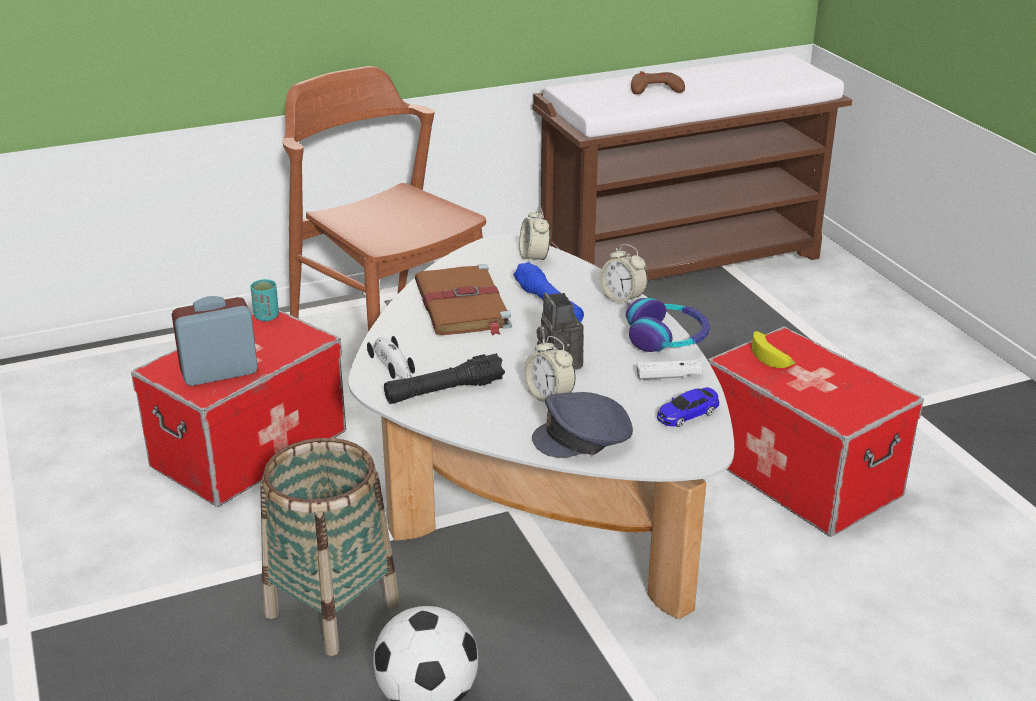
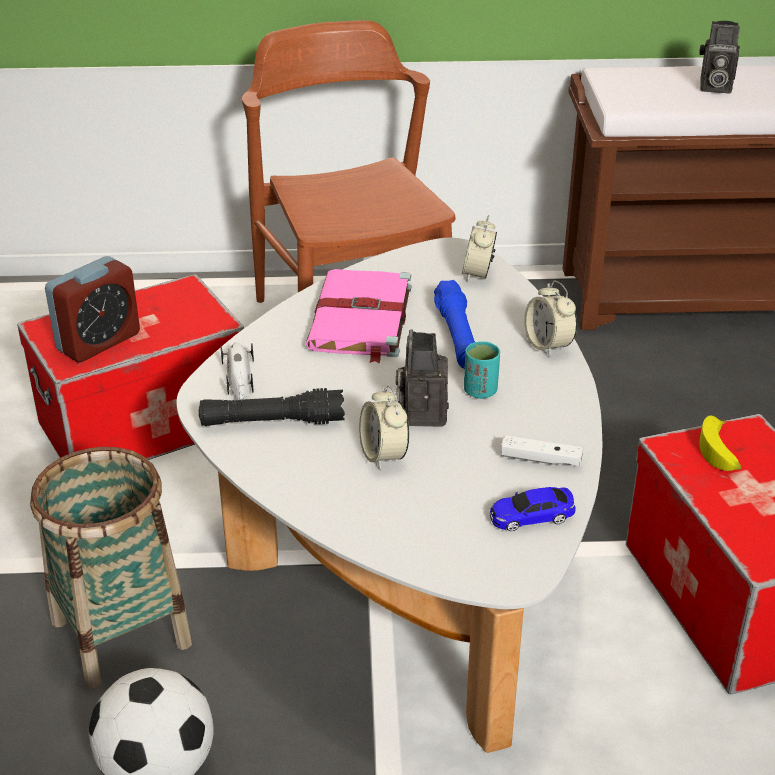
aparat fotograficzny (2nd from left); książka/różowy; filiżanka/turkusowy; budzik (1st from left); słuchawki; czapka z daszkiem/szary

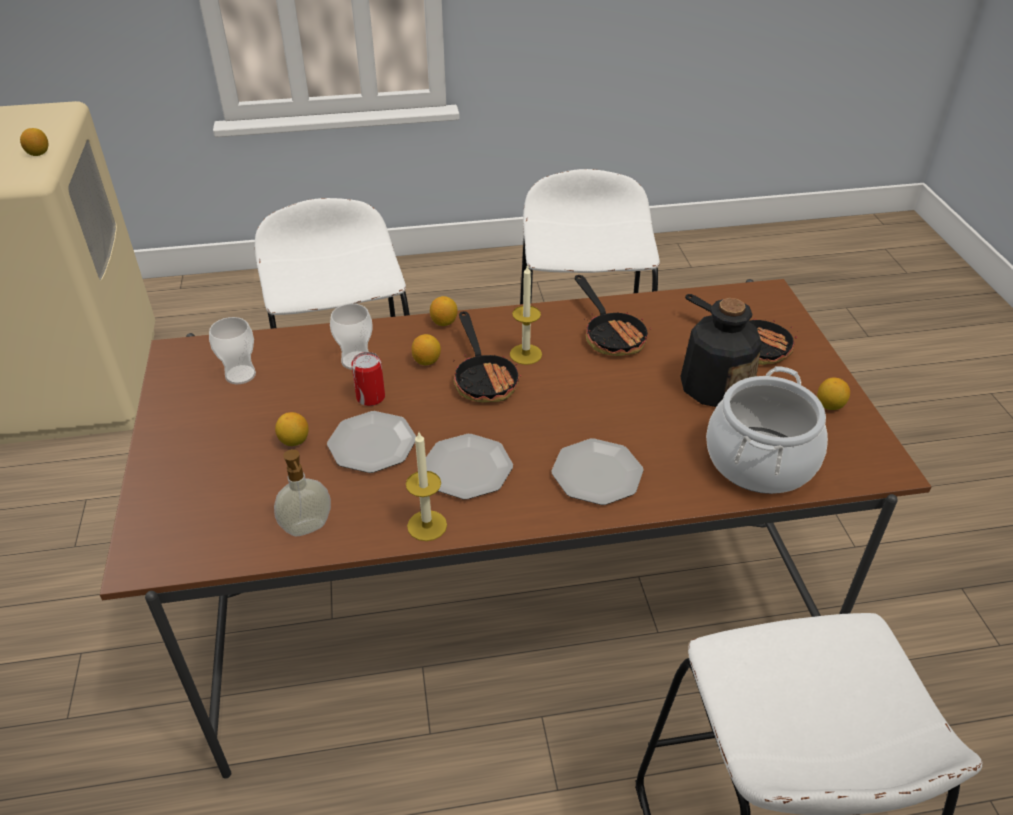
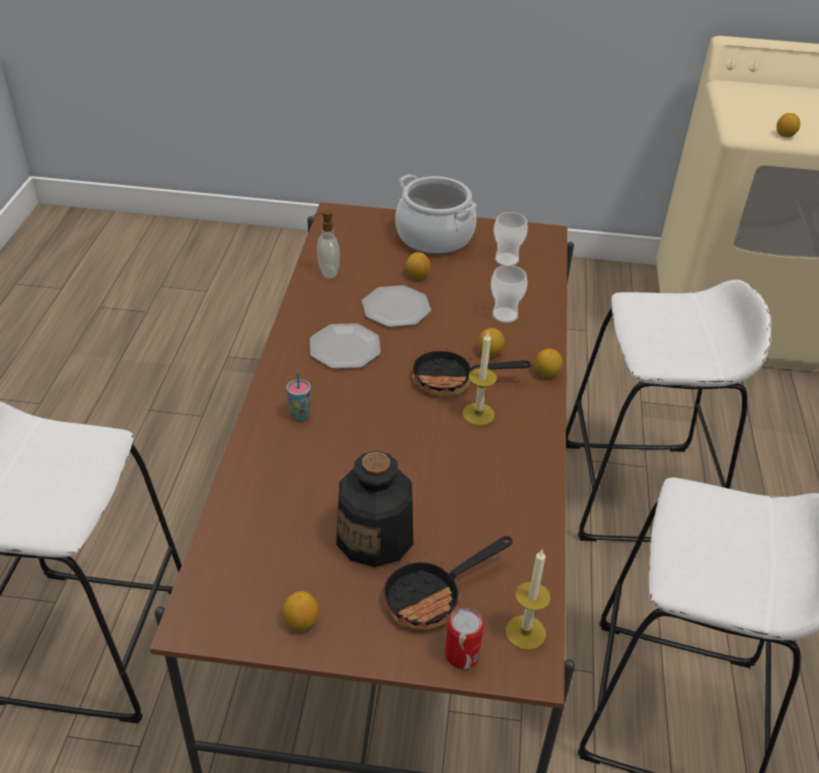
patelnia (2nd from left in the first image); puszka; garnek; świeca (2nd from left); filiżanka (1st from left)

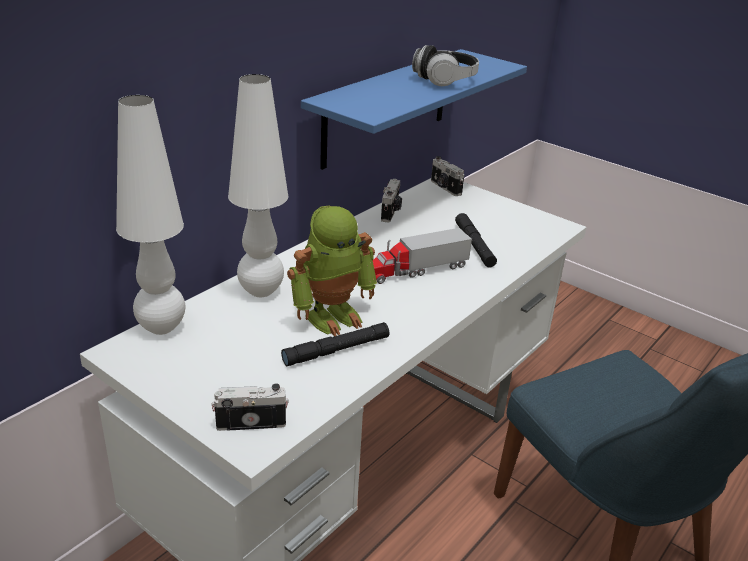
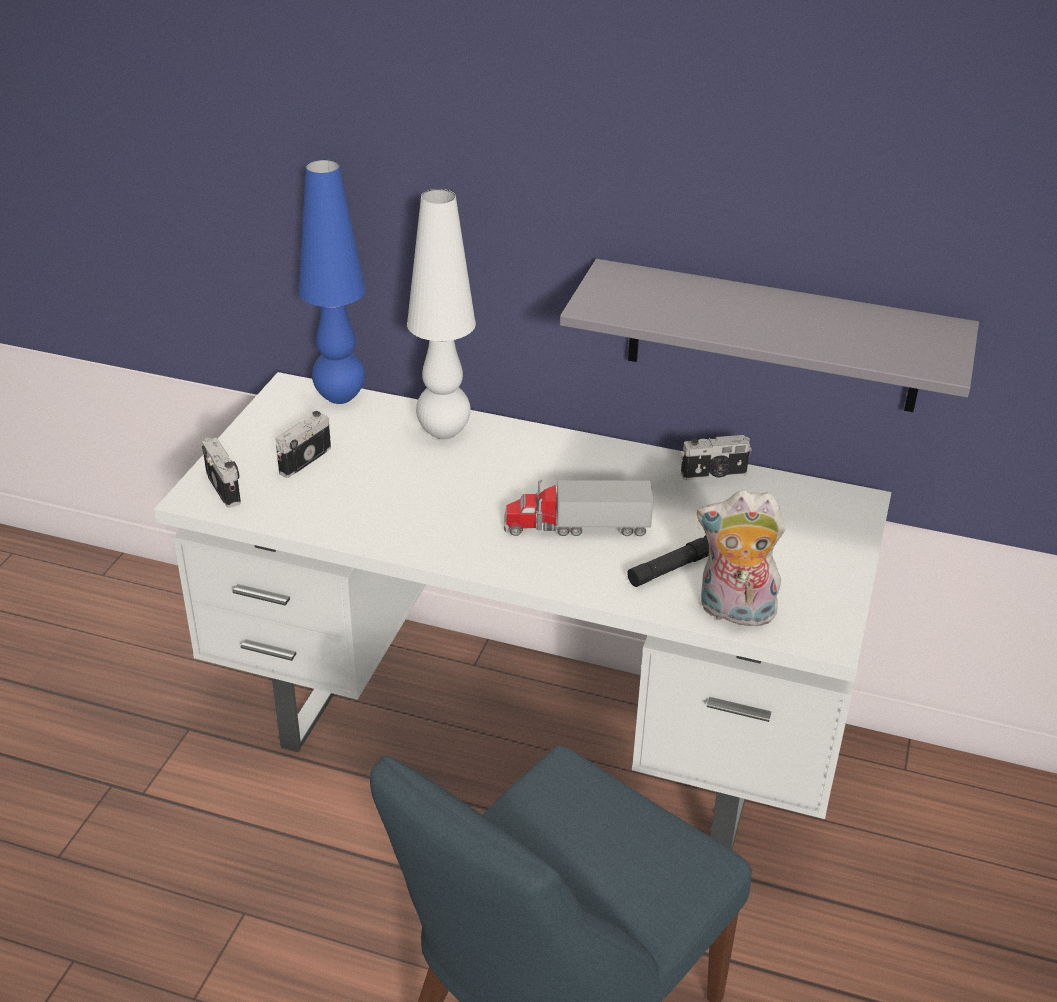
słuchawki; półka/szary; lampa stołowa/niebieski; aparat fotograficzny (2nd from left); robot zabawkowy; ciężarówka zabawkowa; latarka/czarny (1st from left in the first image); pluszak

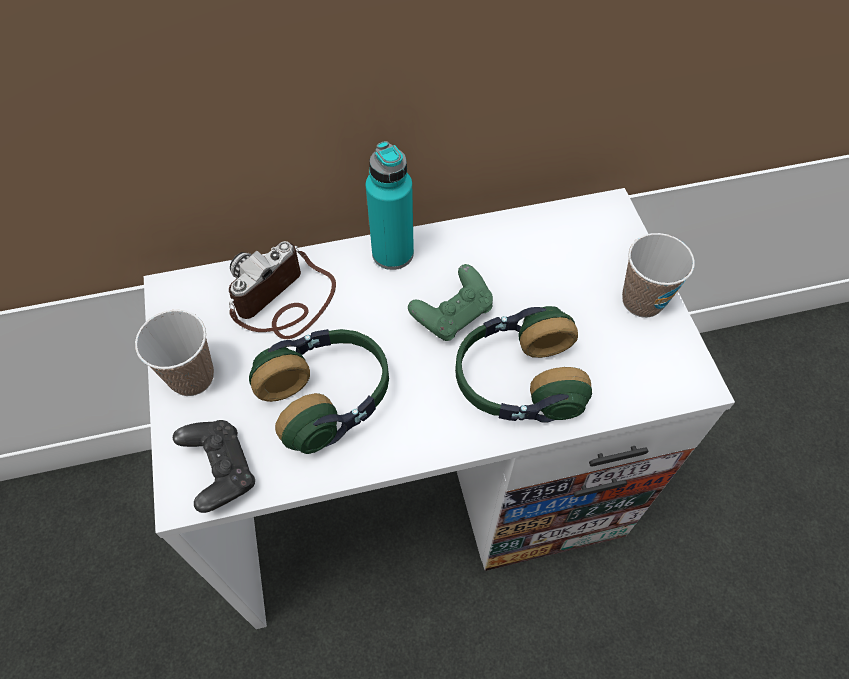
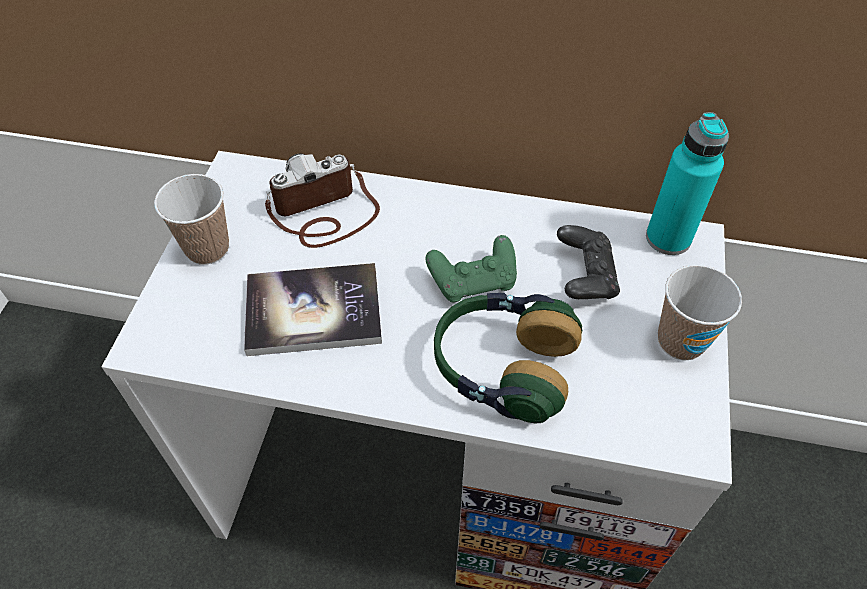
butelka/turkusowy; książka; pad do gier/czarny

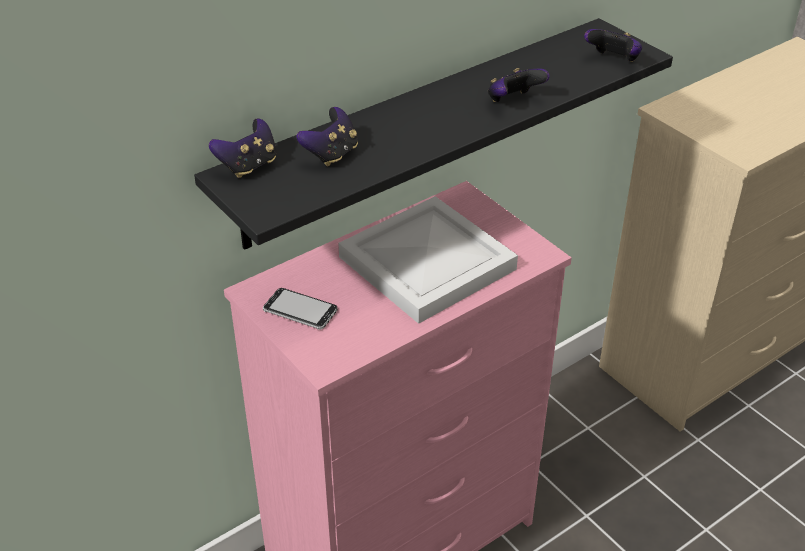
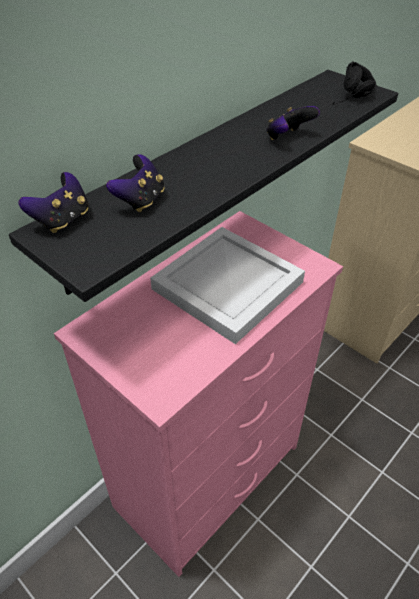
słuchawki/czarny; telefon

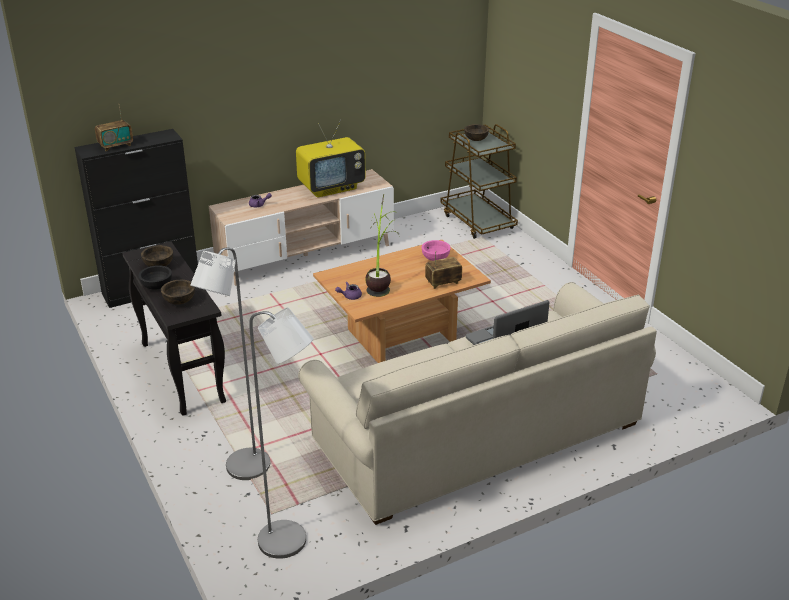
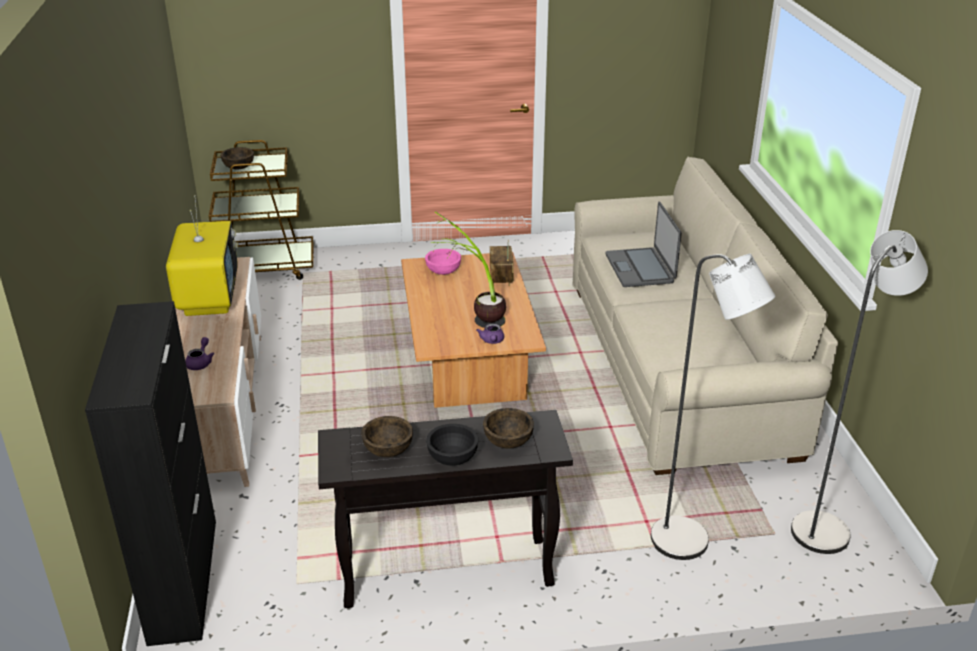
radio (1st from left in the first image)

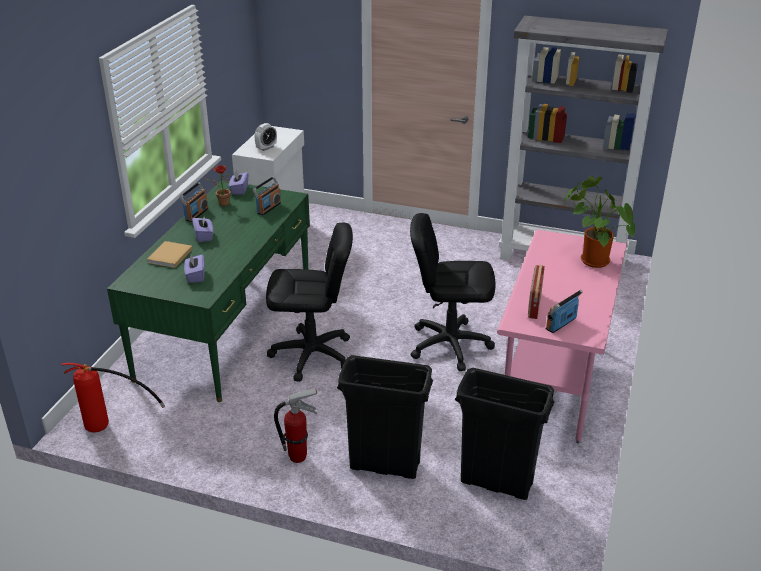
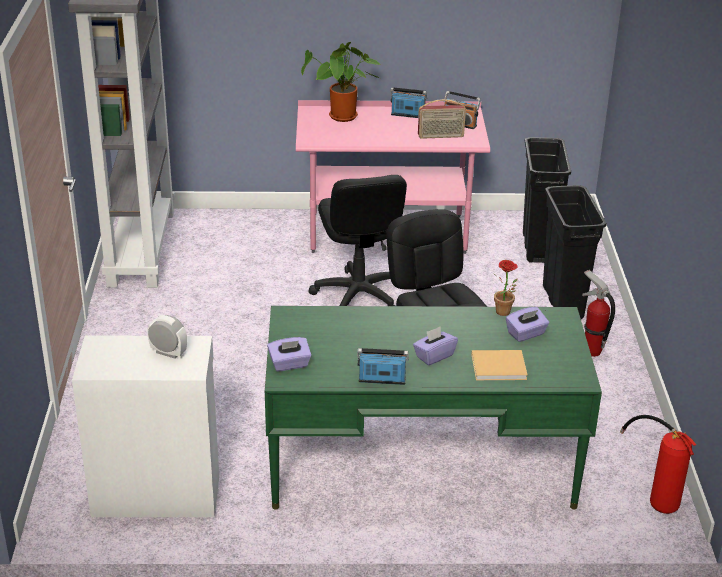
roślina doniczkowa (2nd from left); radio (2nd from left)

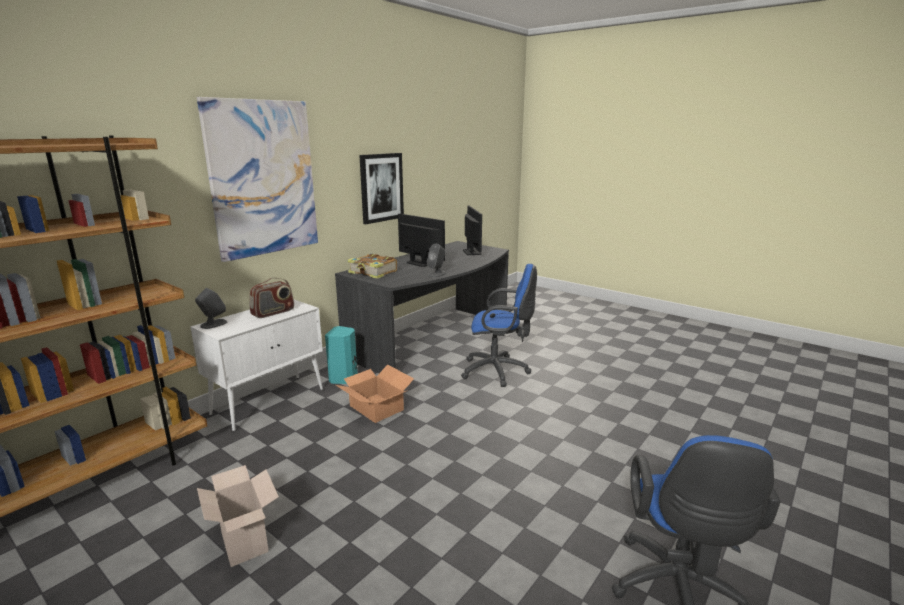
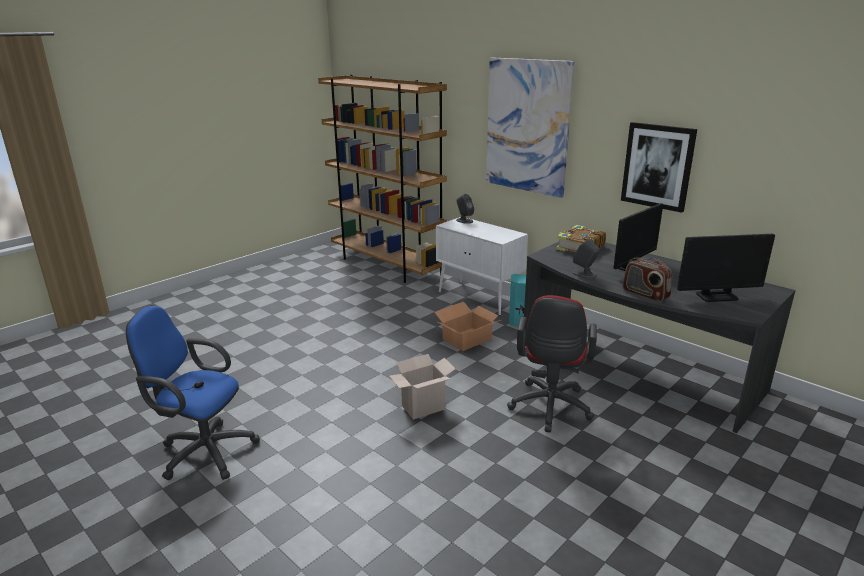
krzesło biurowe/czerwony; radio; karton (1st from left)

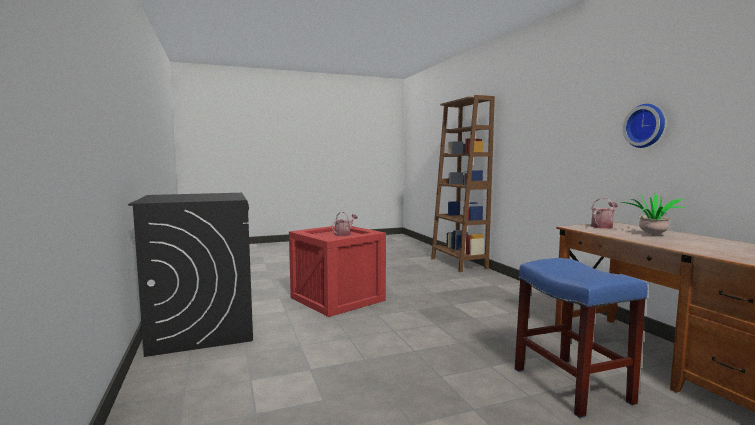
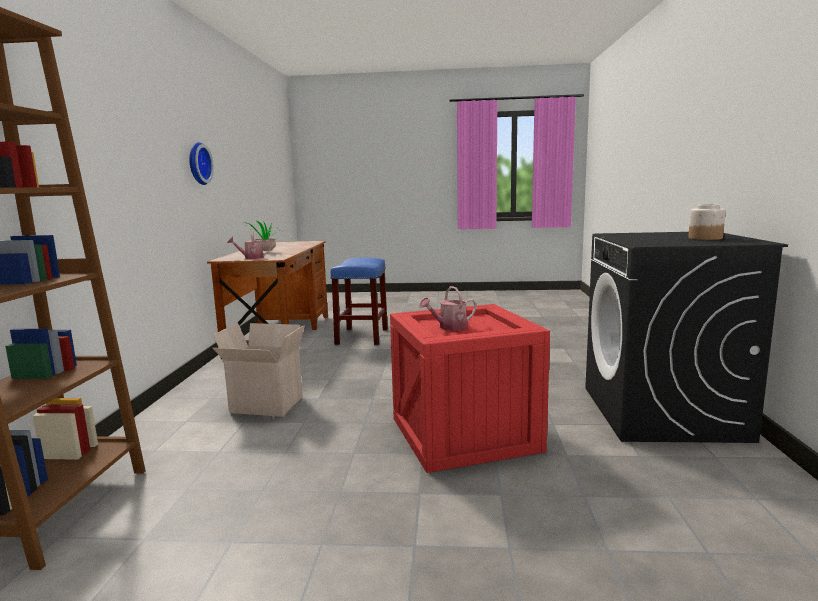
słoik; karton

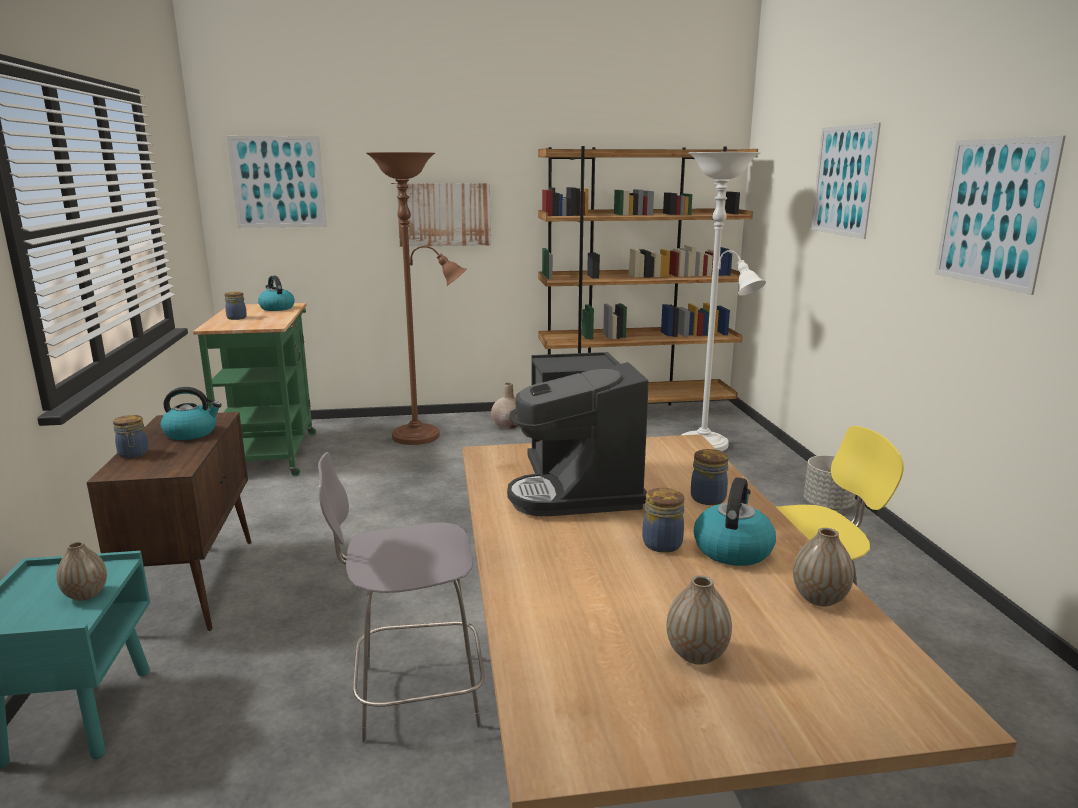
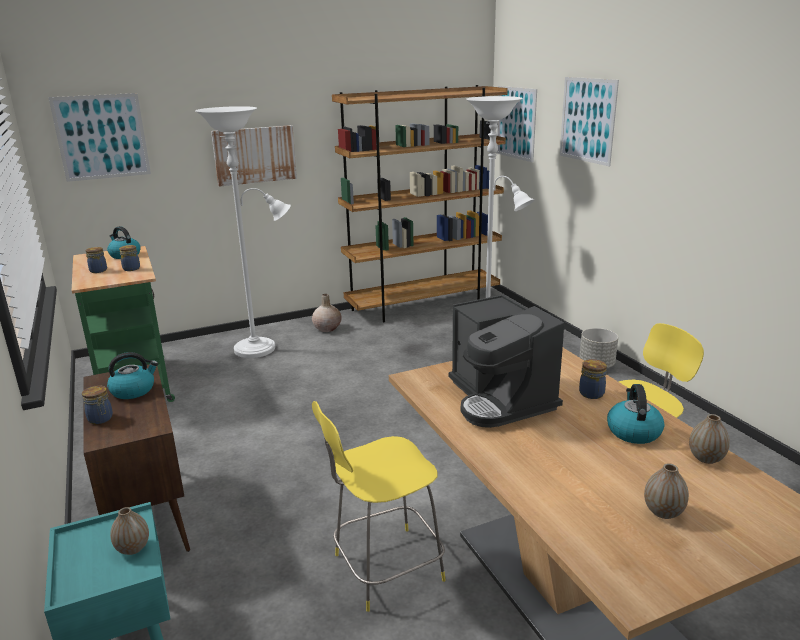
obraz (3rd from left); lampa stojąca/biały (1st from left); krzesło/żółty (1st from left); słoik (3rd from left)

